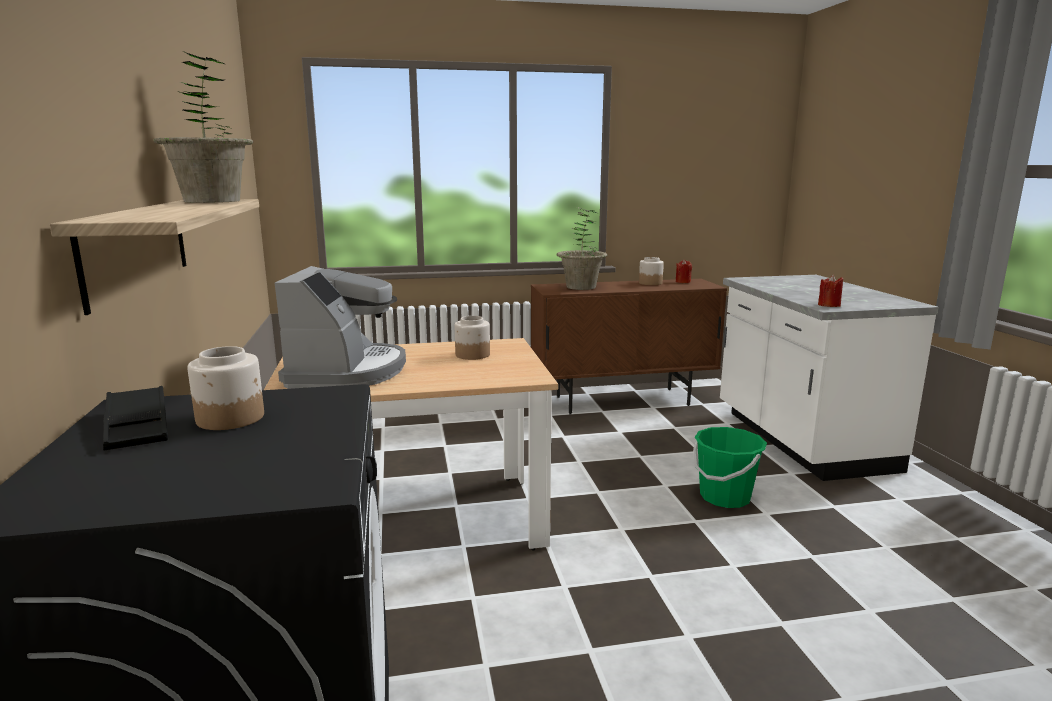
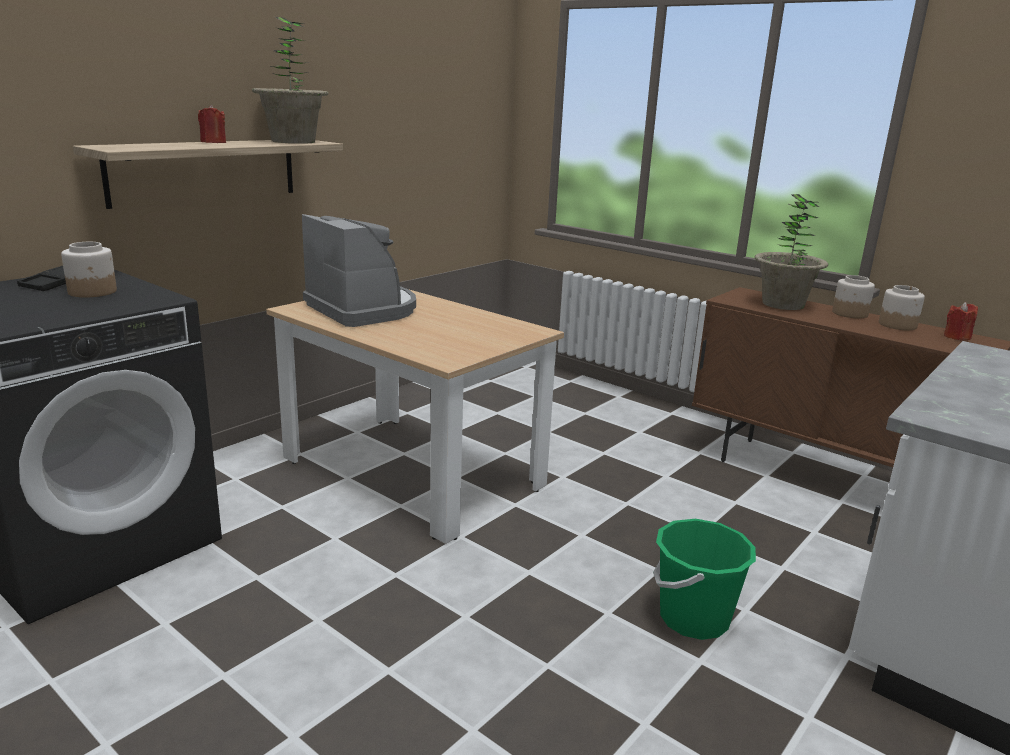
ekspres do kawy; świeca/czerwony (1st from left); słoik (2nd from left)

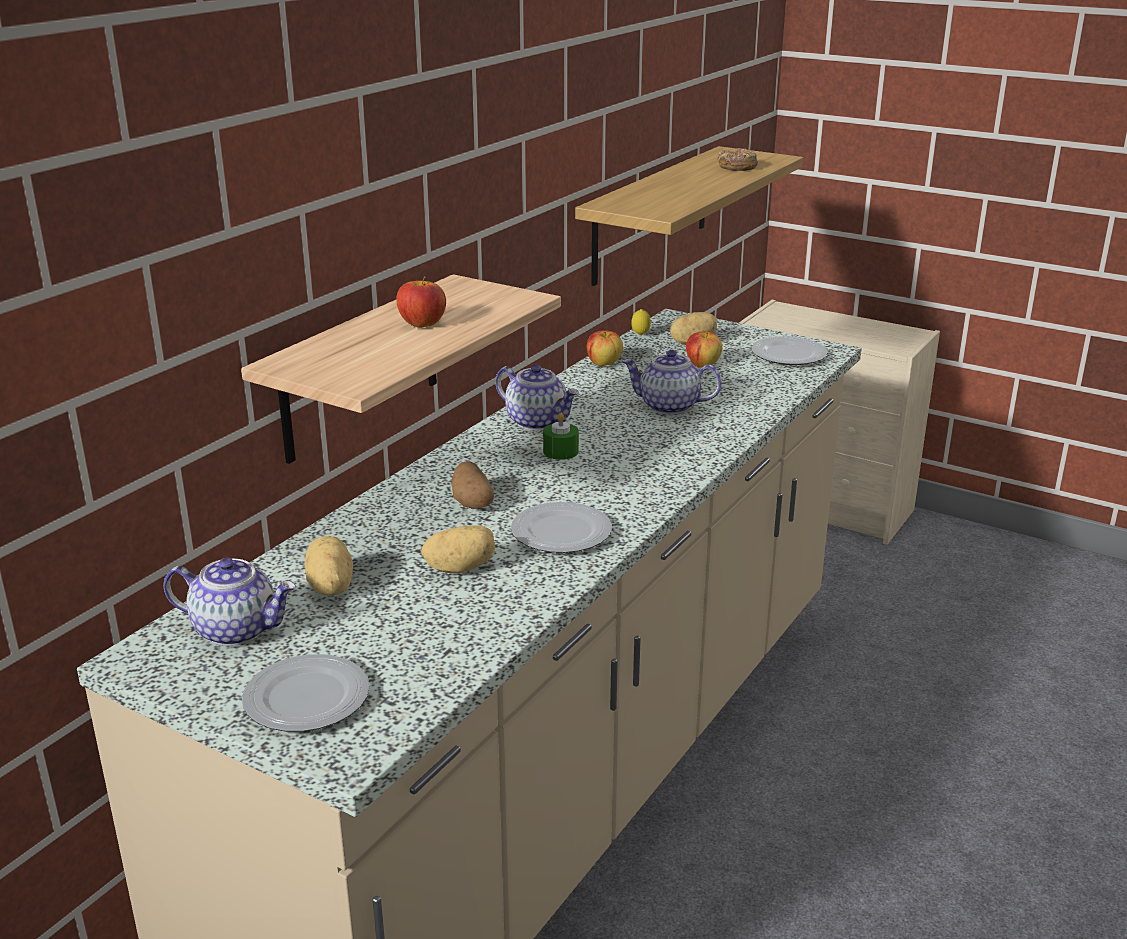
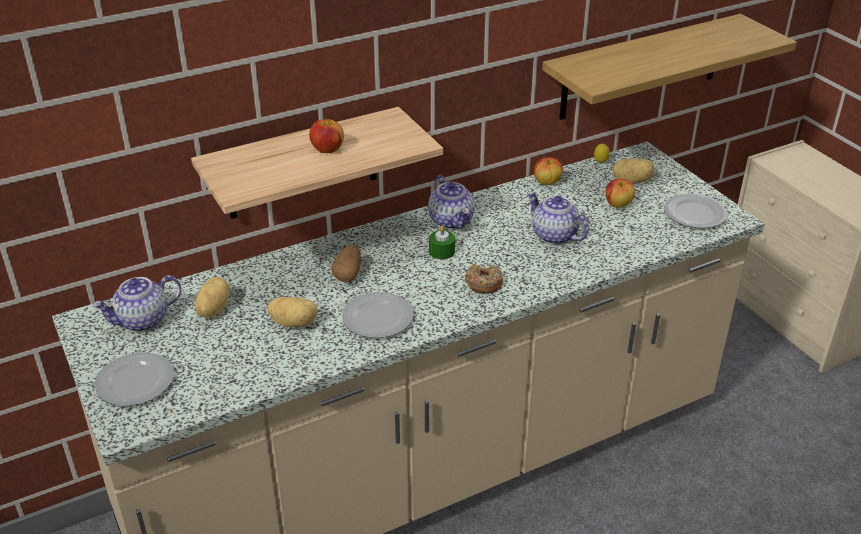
donut; imbryk (1st from left)

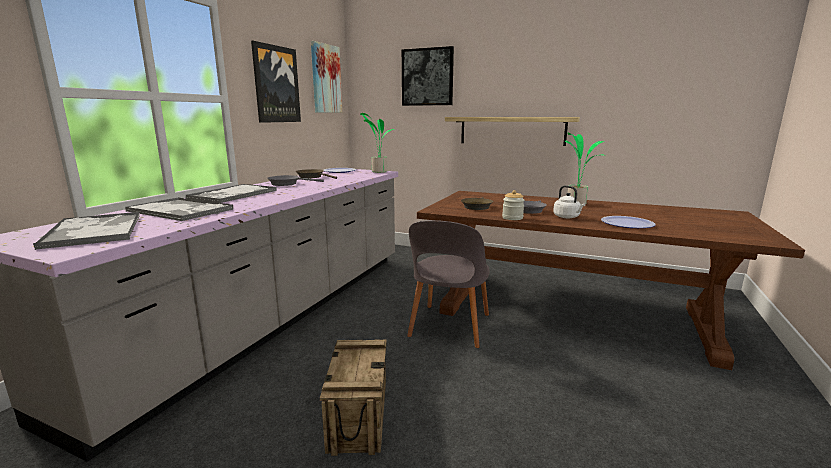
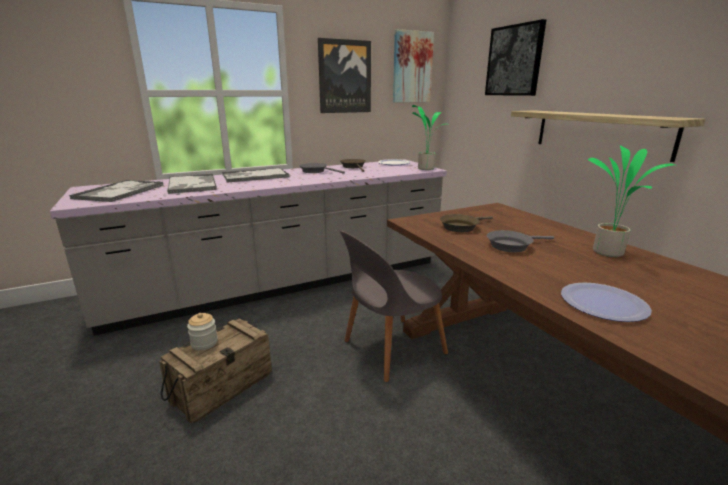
czajnik/biały; słoik

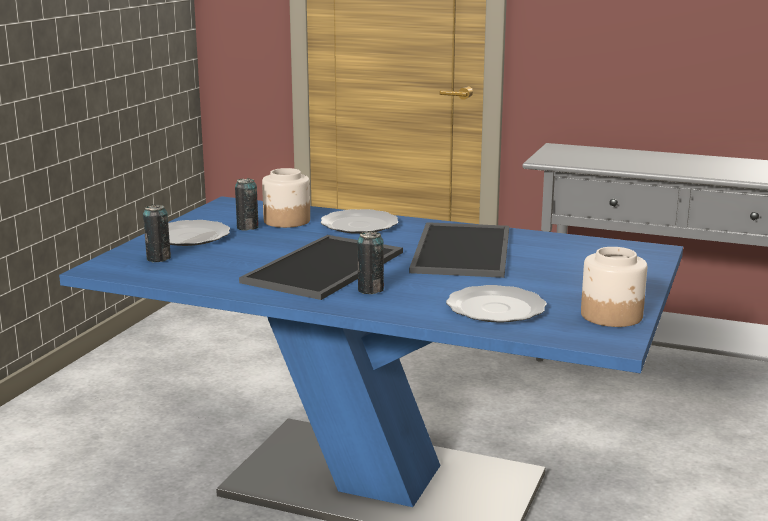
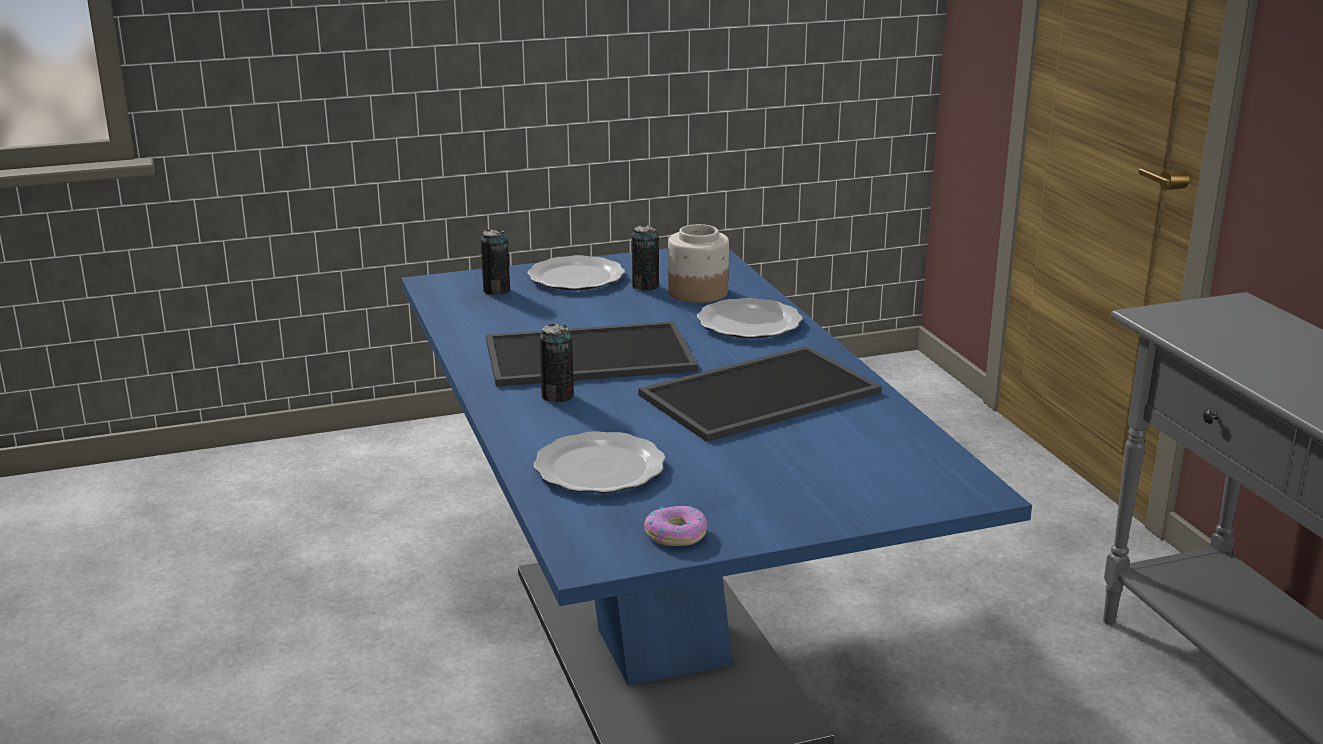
donut

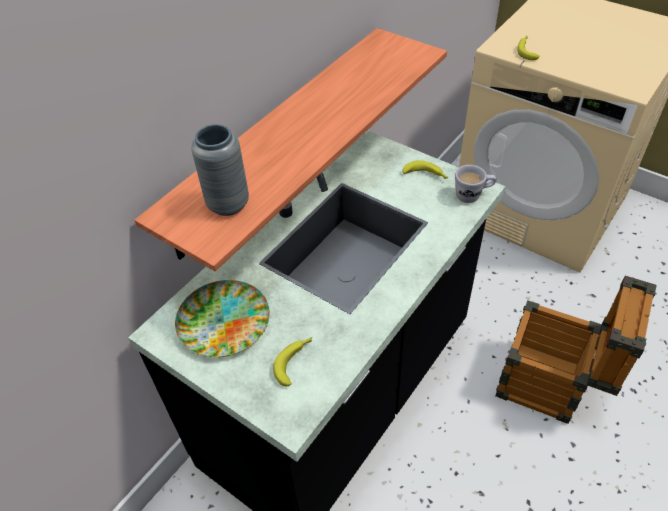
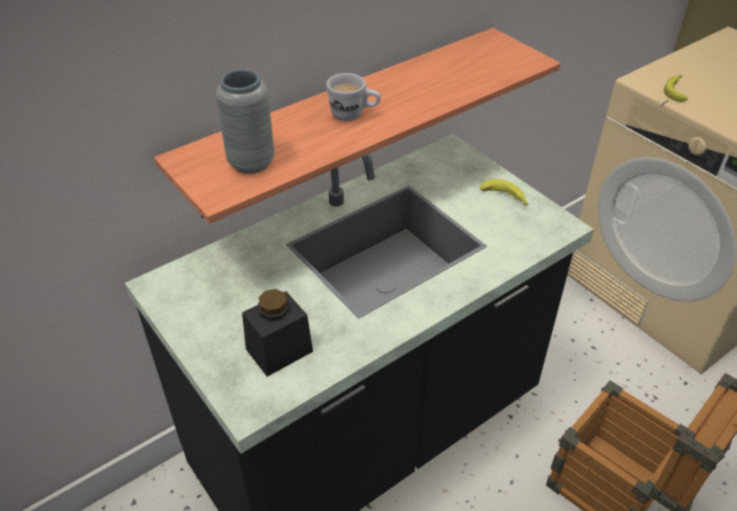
kubek/biały; talerz; słoik/czarny

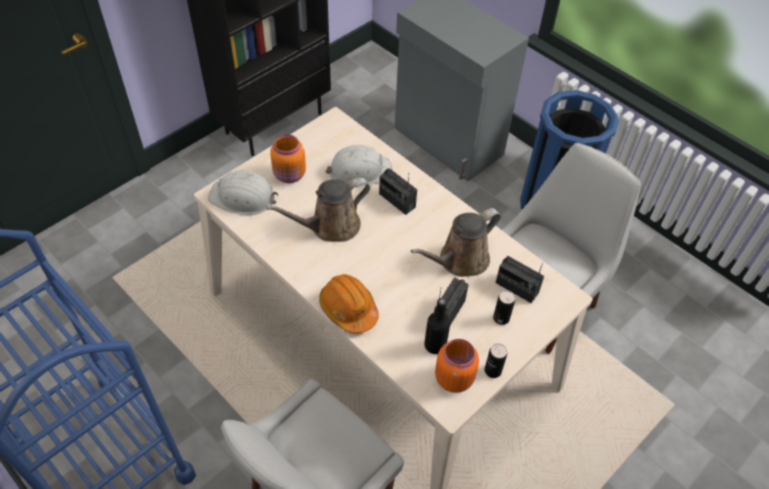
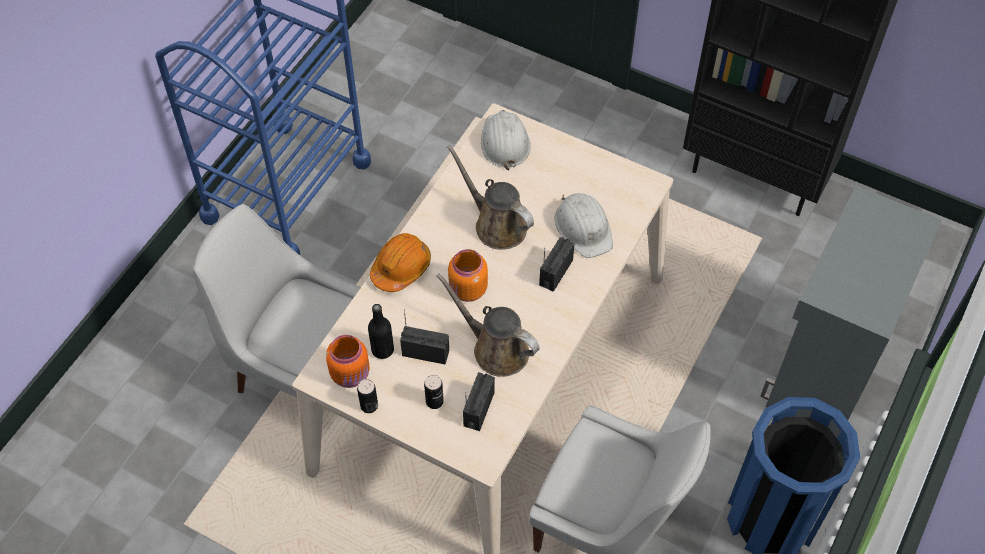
słoik/pomarańczowy (2nd from left)

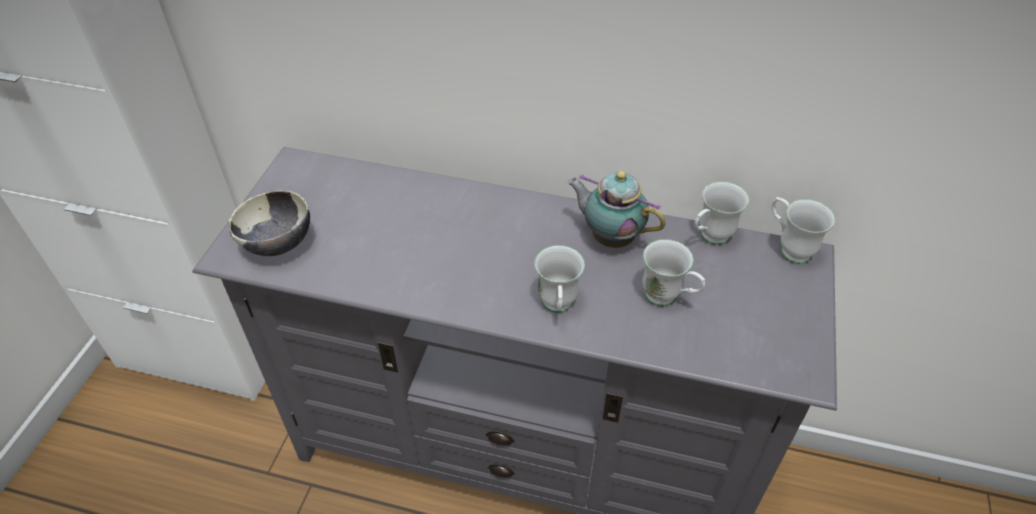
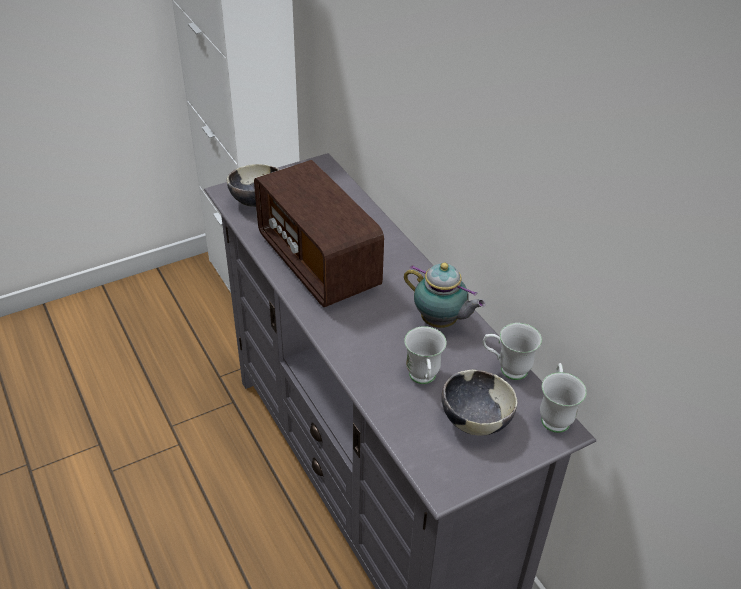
imbryk; kubek/biały (1st from left in the first image); radio; miska (2nd from left)

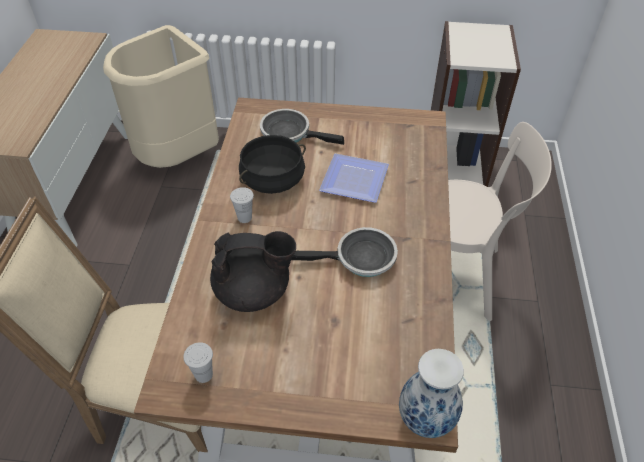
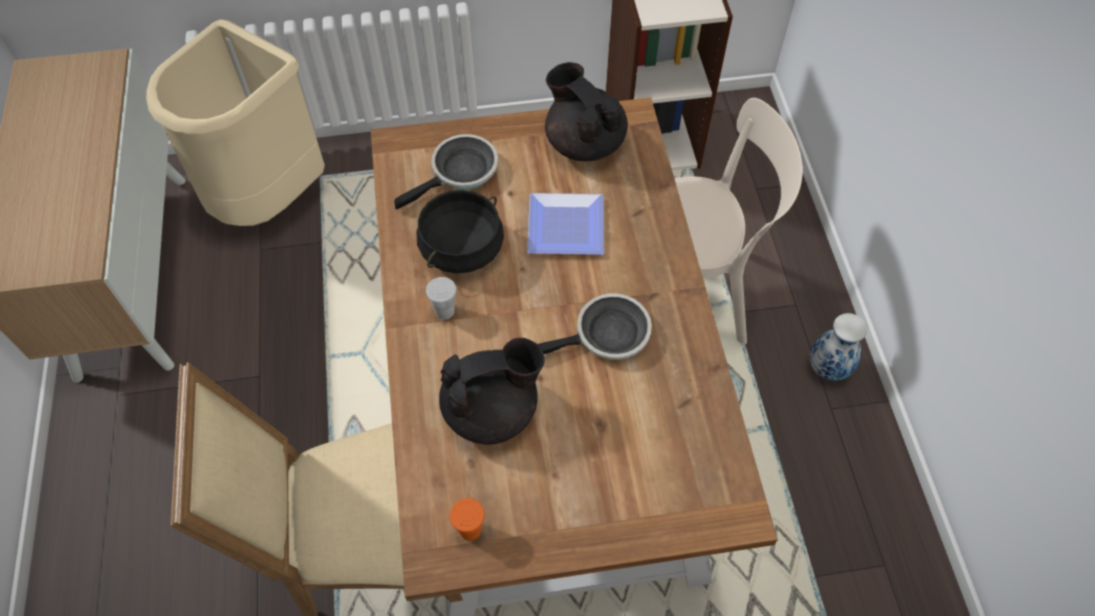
patelnia (1st from left); filiżanka/pomarańczowy; wazon; imbryk/czarny (2nd from left)

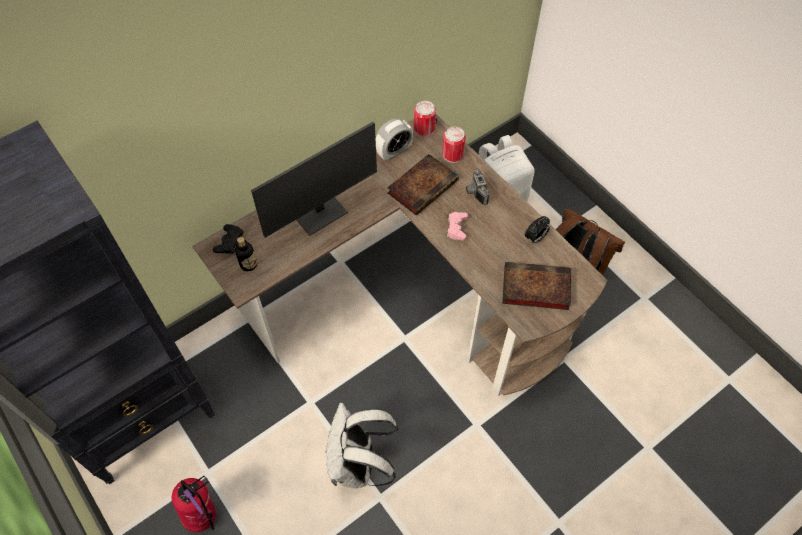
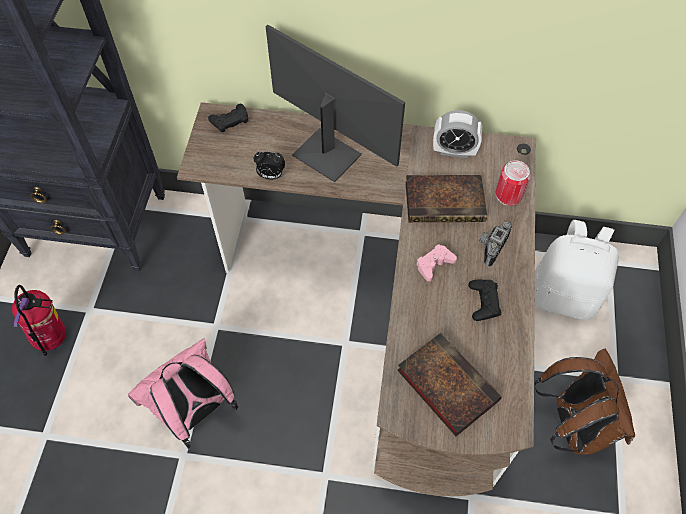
puszka (1st from left in the first image); monitor; budzik (1st from left); butelka; plecak/różowy; pad do gier/czarny (2nd from left)

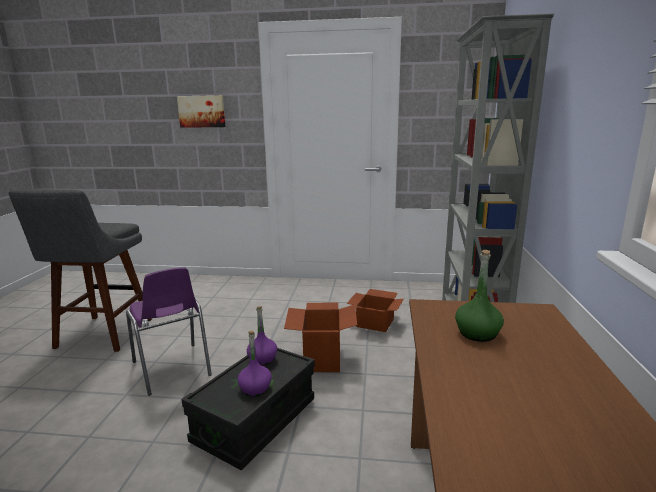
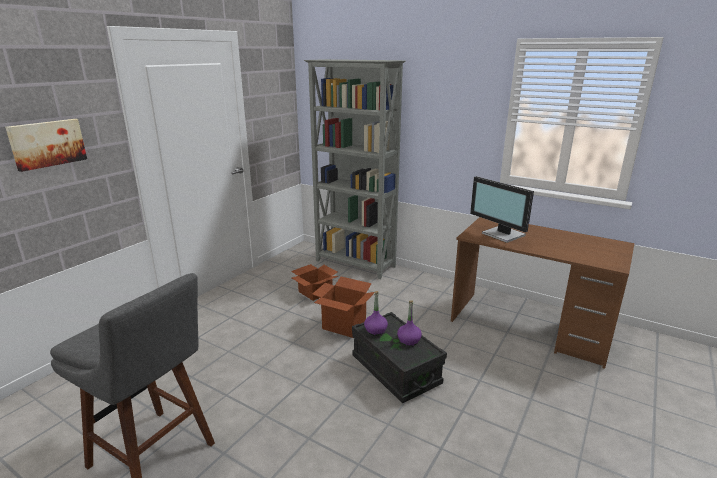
monitor; krzesło/fioletowy

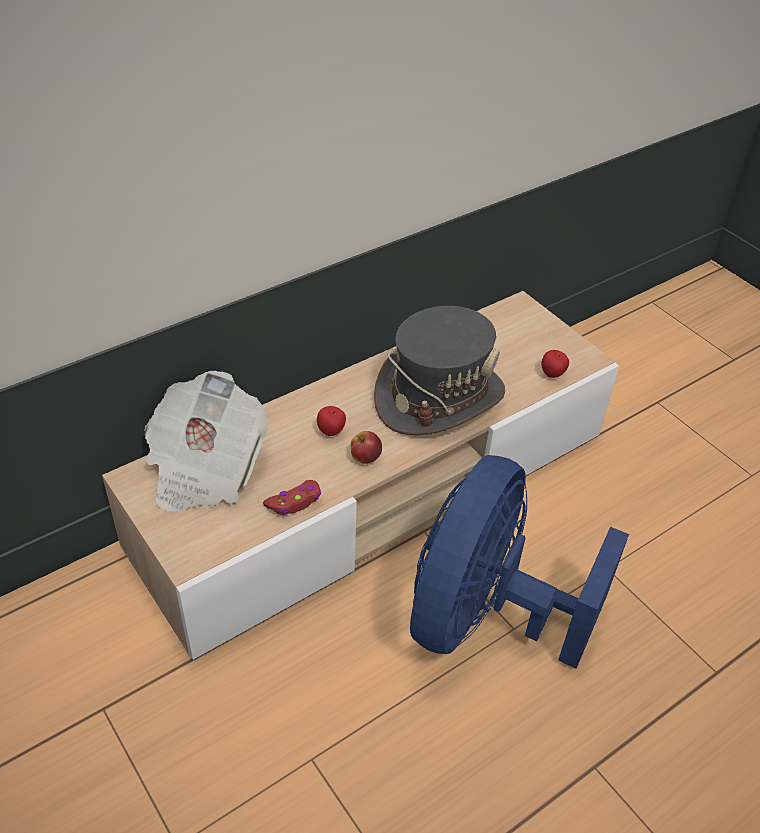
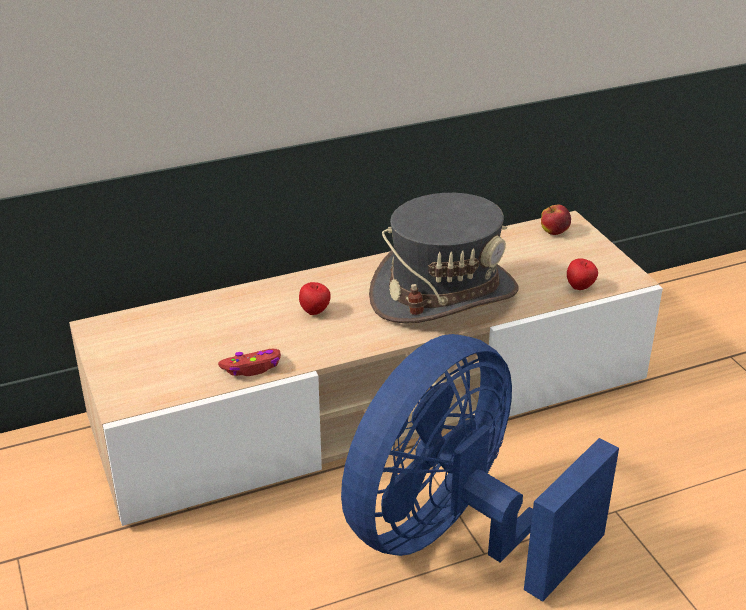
gazeta; jabłko (2nd from left)

